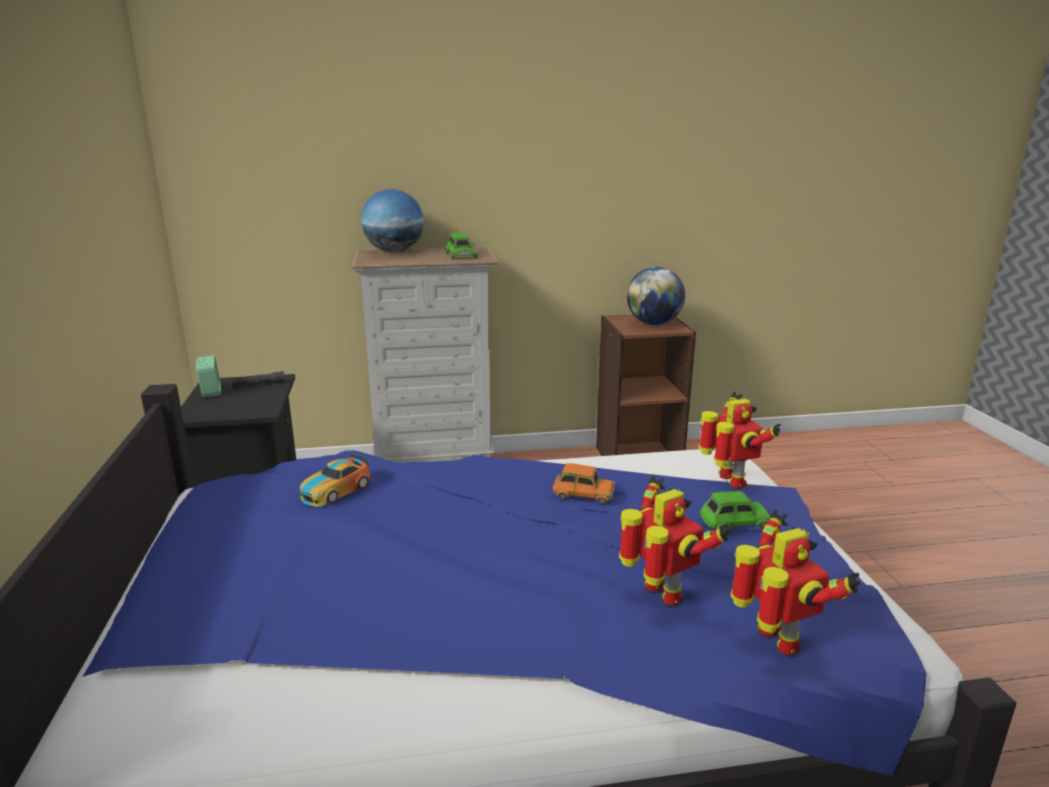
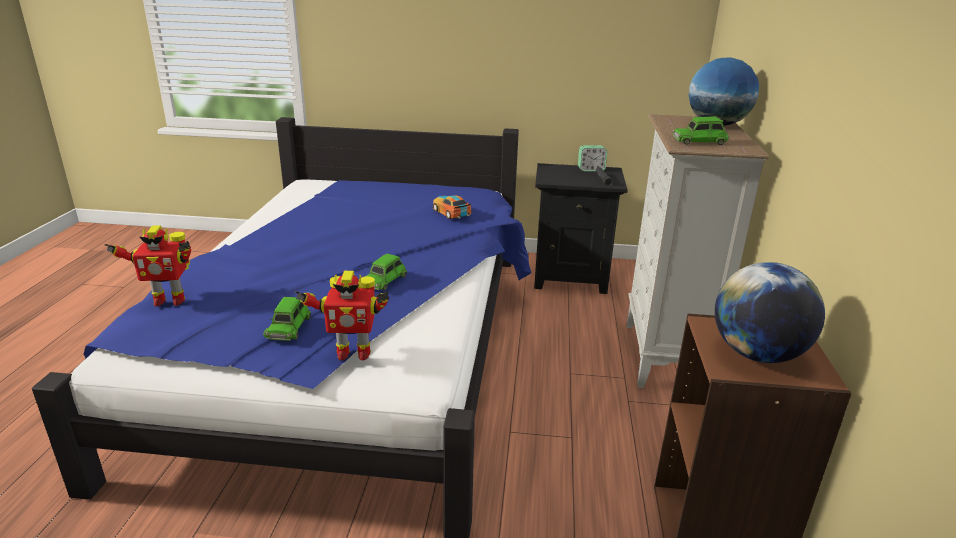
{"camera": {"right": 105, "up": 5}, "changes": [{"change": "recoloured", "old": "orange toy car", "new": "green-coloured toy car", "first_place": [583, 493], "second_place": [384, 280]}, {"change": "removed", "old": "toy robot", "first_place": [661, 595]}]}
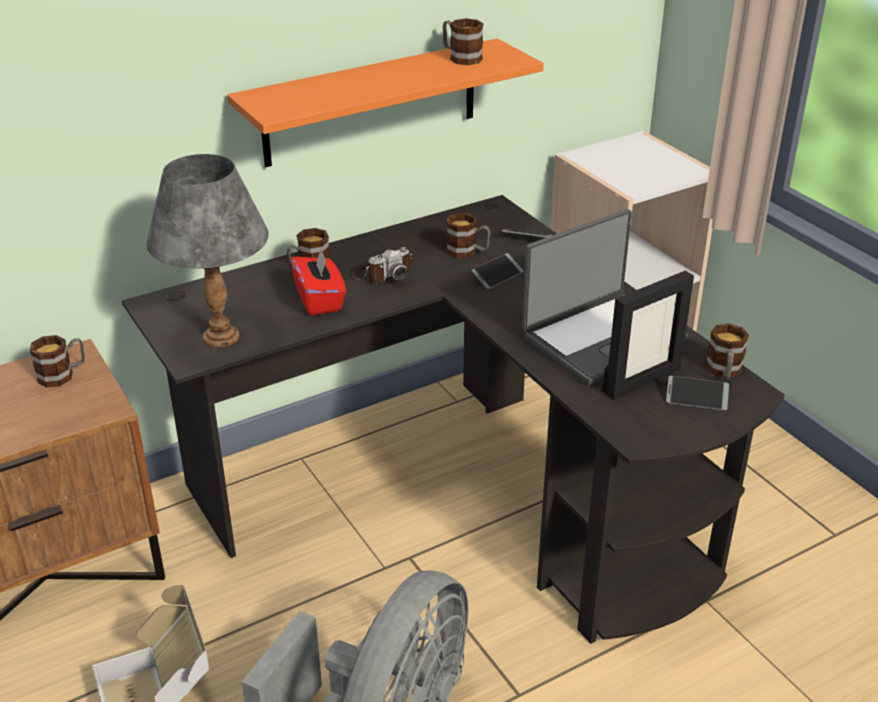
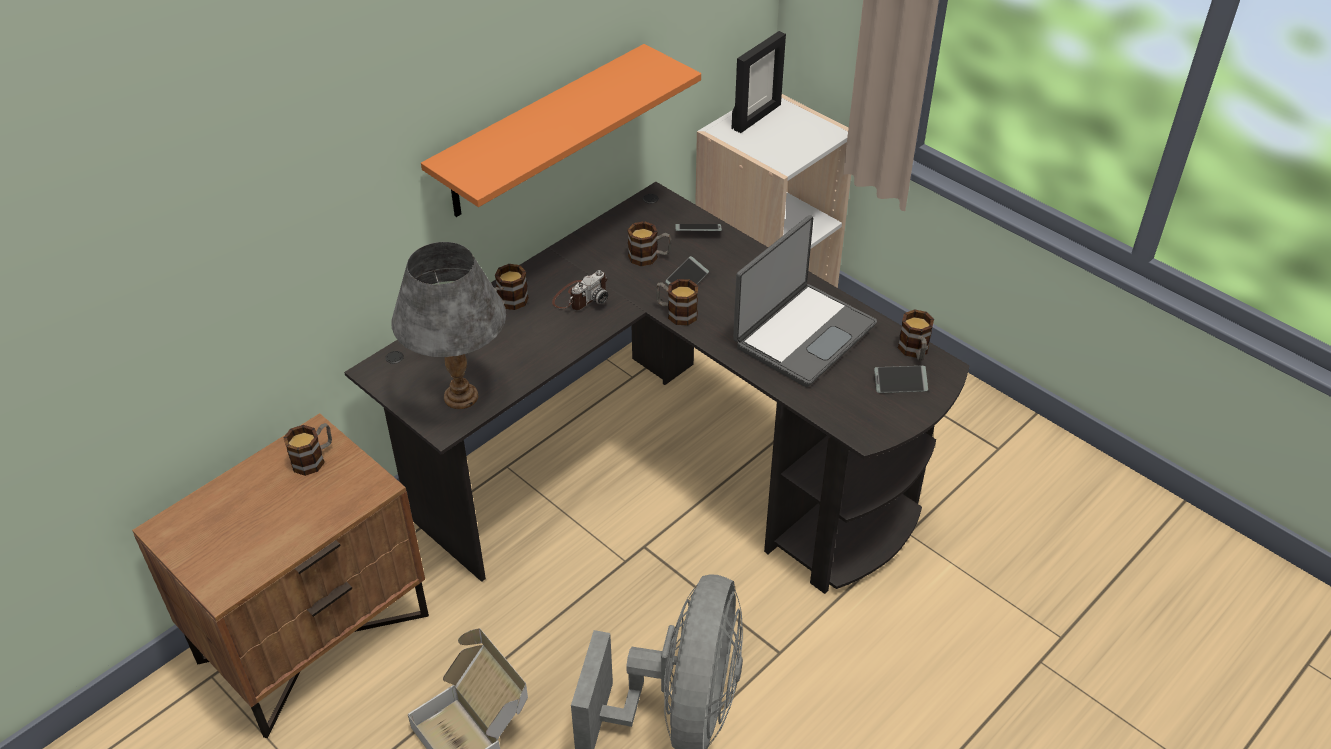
{"camera": {"right": -15, "up": 10}, "changes": [{"change": "removed", "old": "red tissue box", "first_place": [320, 300]}, {"change": "moved", "old": "coffee mug", "first_place": [460, 57], "second_place": [676, 313]}, {"change": "moved", "old": "photo frame", "first_place": [641, 380], "second_place": [756, 116]}]}
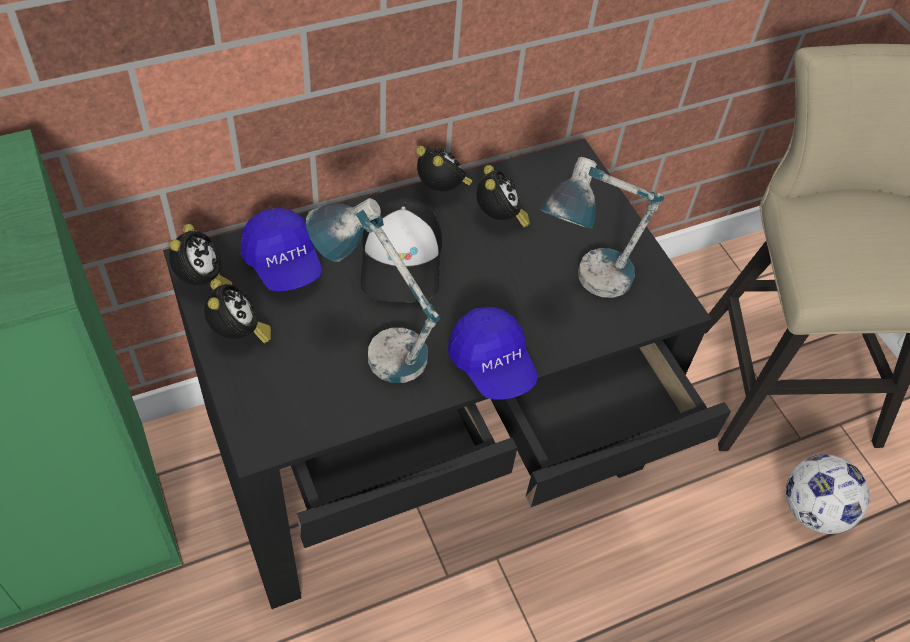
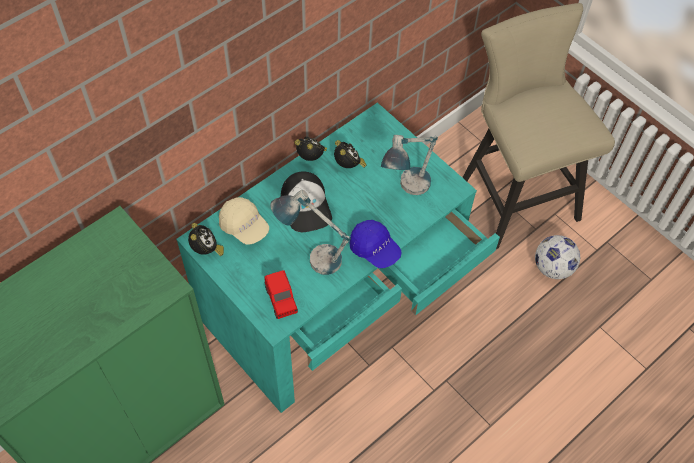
{"camera": {"right": -15, "up": 5}, "changes": [{"change": "recoloured", "old": "black desk", "new": "turquoise-coloured desk", "first_place": [437, 460], "second_place": [340, 303]}, {"change": "removed", "old": "bedside clock", "first_place": [238, 334]}, {"change": "recoloured", "old": "blue-coloured peaked cap", "new": "beige-coloured peaked cap", "first_place": [283, 263], "second_place": [244, 226]}, {"change": "added", "new": "red toy car", "second_place": [281, 300]}]}
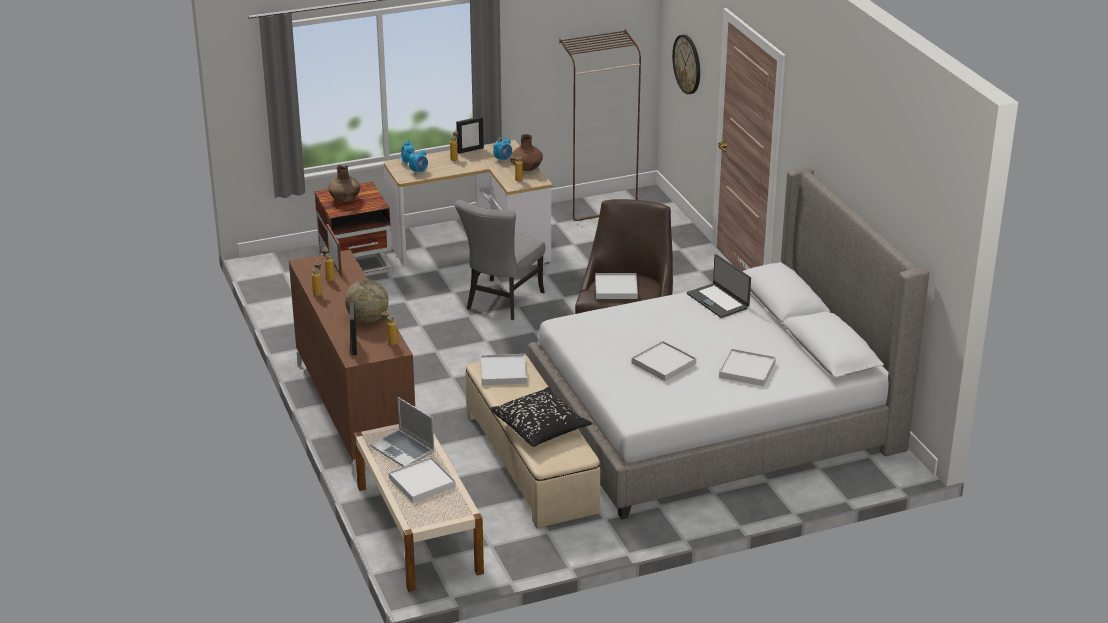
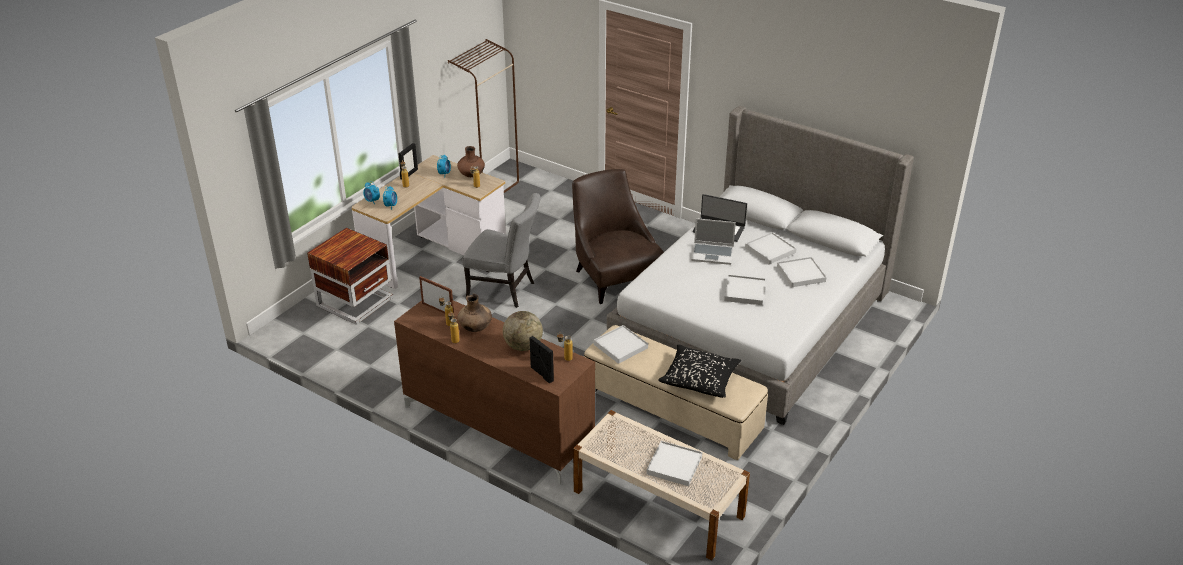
{"camera": {"right": -35, "up": 5}, "changes": [{"change": "moved", "old": "brown vase", "first_place": [345, 199], "second_place": [475, 328]}, {"change": "moved", "old": "portable computer", "first_place": [404, 450], "second_place": [713, 254]}, {"change": "turned", "old": "grey upright chair", "first_place": [501, 302], "second_place": [505, 290], "degrees": -60}, {"change": "moved", "old": "white carrying tray", "first_place": [616, 288], "second_place": [770, 250]}, {"change": "removed", "old": "clock on the wall", "first_place": [687, 64]}]}
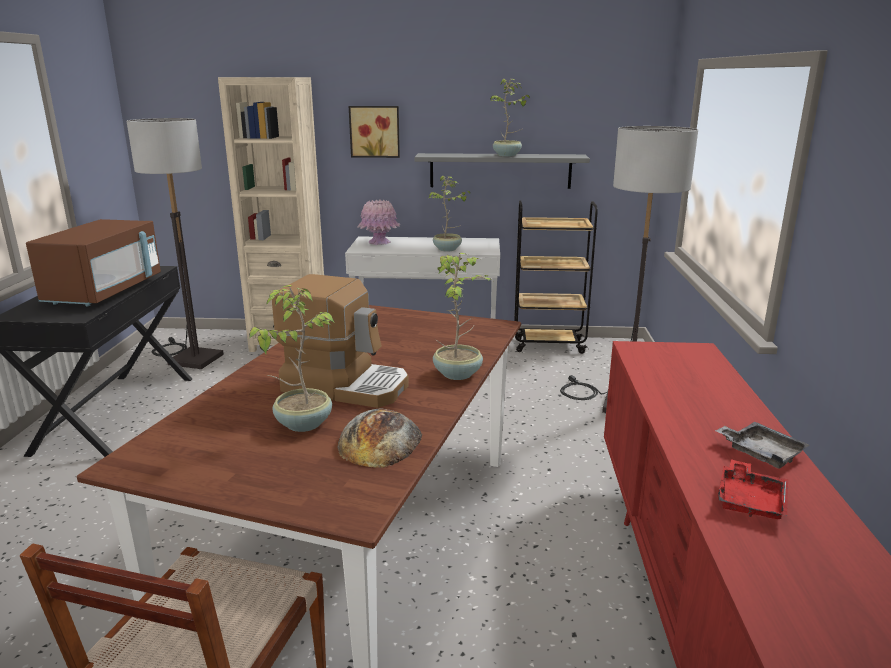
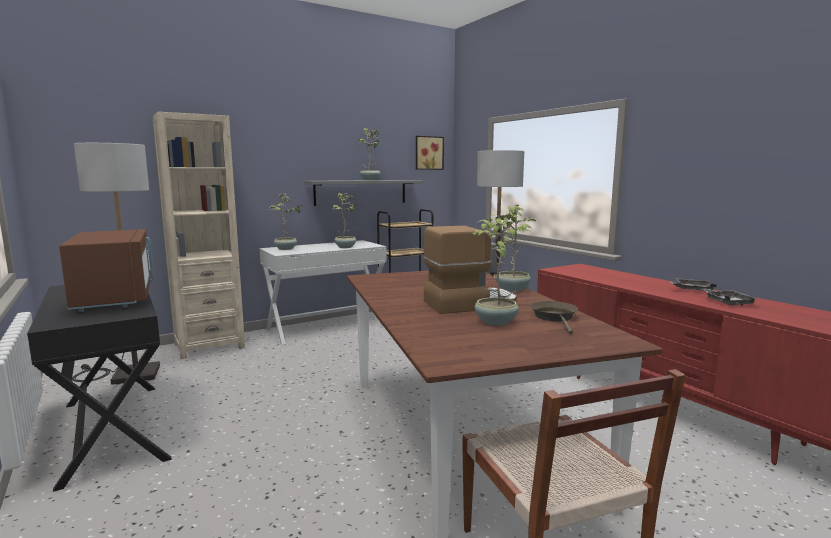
{"camera": {"right": -35, "up": -10}, "changes": [{"change": "replaced", "old": "bakery bread", "new": "brown skillet", "first_place": [380, 441], "second_place": [555, 318]}, {"change": "moved", "old": "picture", "first_place": [375, 131], "second_place": [428, 153]}, {"change": "replaced", "old": "pink vase", "new": "houseplant", "first_place": [379, 242], "second_place": [286, 249]}, {"change": "recoloured", "old": "red carrying tray", "new": "grey carrying tray", "first_place": [750, 500], "second_place": [727, 302]}]}
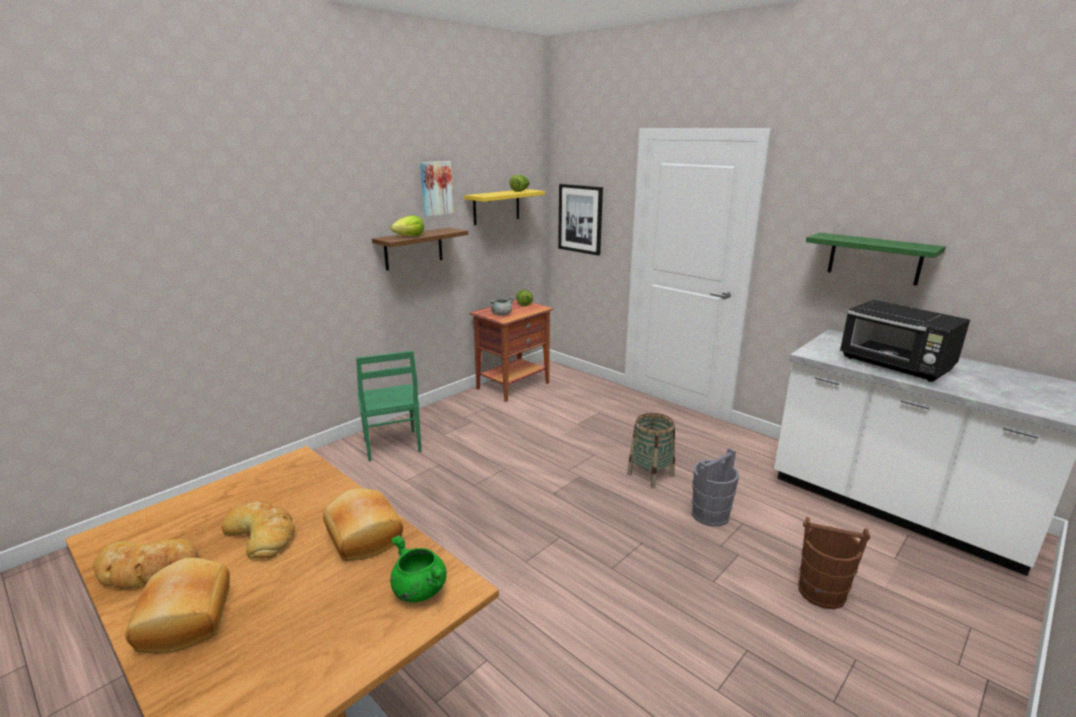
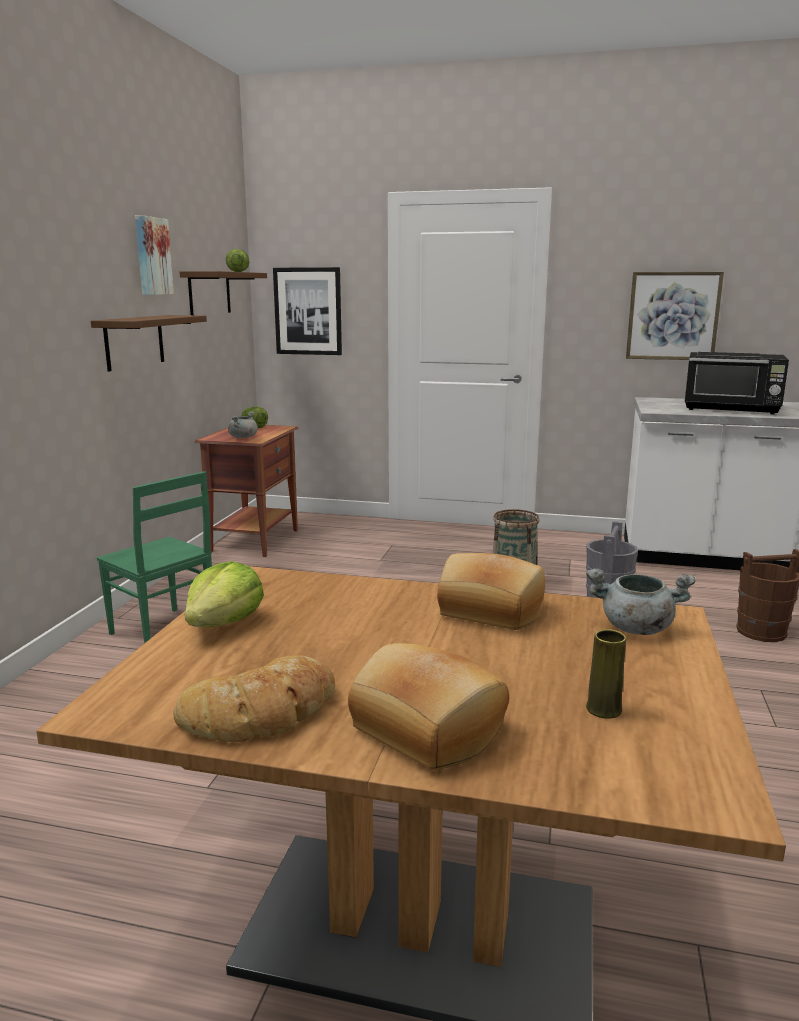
{"camera": {"right": -30, "up": -5}, "changes": [{"change": "removed", "old": "bakery bread", "first_place": [262, 533]}, {"change": "moved", "old": "lettuce", "first_place": [409, 236], "second_place": [224, 623]}, {"change": "recoloured", "old": "green-coloured saucepot", "new": "grey saucepot", "first_place": [418, 590], "second_place": [635, 628]}, {"change": "recoloured", "old": "yellow-coloured shelf", "new": "brown shelf", "first_place": [496, 207], "second_place": [209, 293]}, {"change": "replaced", "old": "green-coloured shelf", "new": "picture", "first_place": [874, 258], "second_place": [673, 316]}, {"change": "added", "new": "yellow-coloured vase", "second_place": [603, 709]}]}
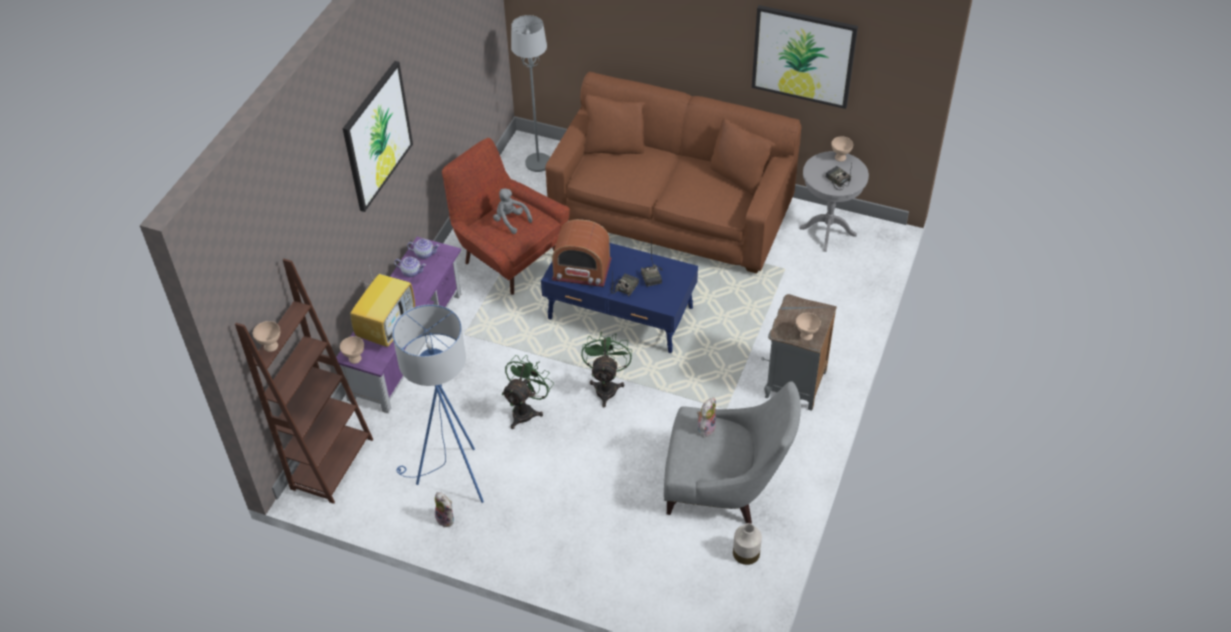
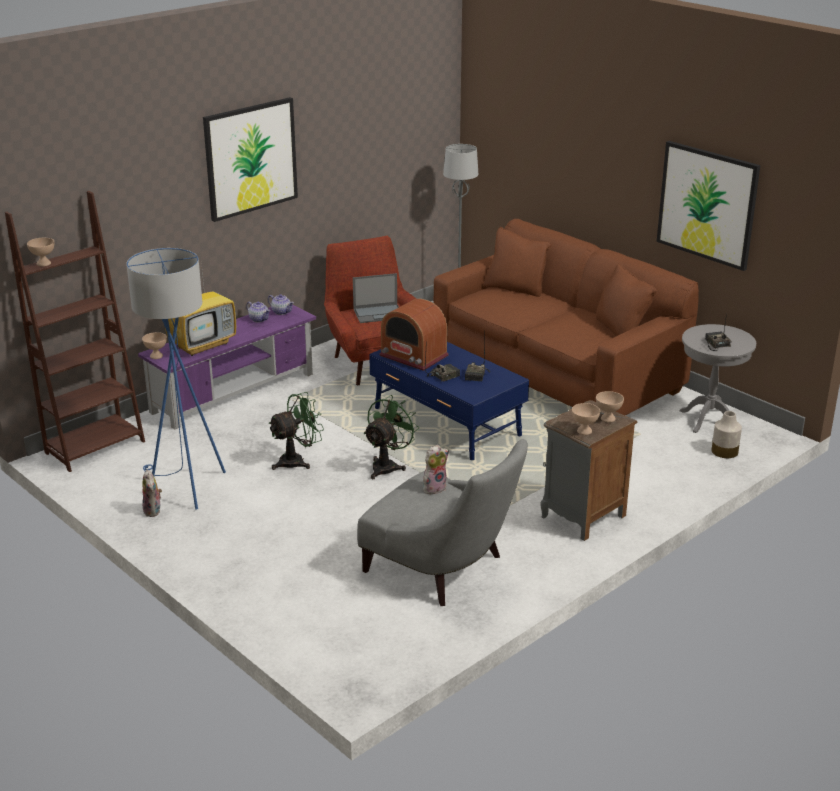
{"camera": {"right": 25, "up": -20}, "changes": [{"change": "replaced", "old": "grey soft toy", "new": "portable computer", "first_place": [510, 221], "second_place": [379, 313]}, {"change": "moved", "old": "beige-coloured vase", "first_place": [746, 552], "second_place": [725, 451]}, {"change": "moved", "old": "beige-coloured deep dish", "first_place": [840, 158], "second_place": [607, 419]}]}
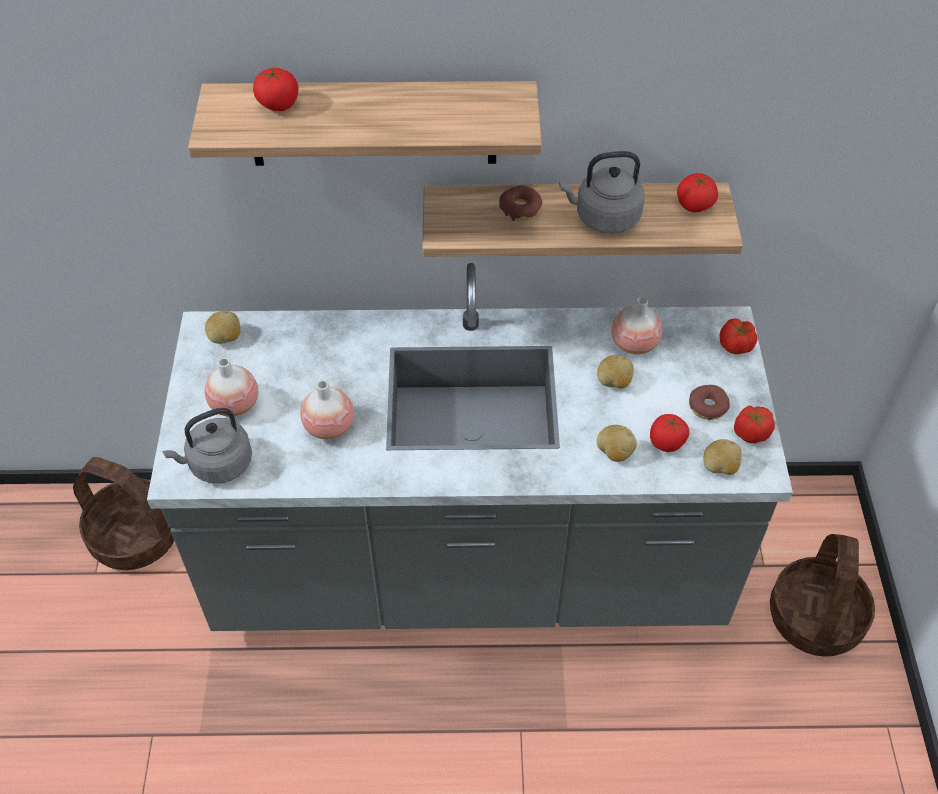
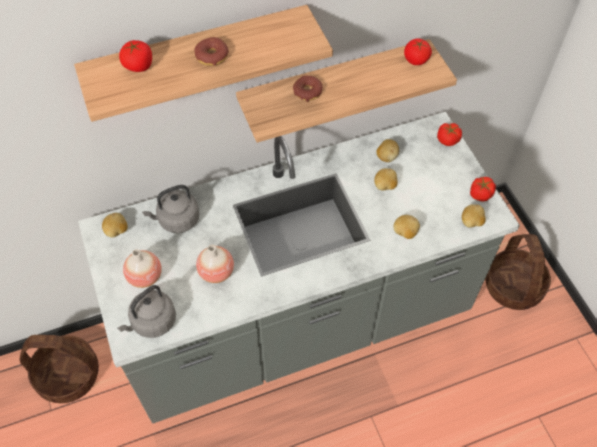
{"camera": {"right": -20, "up": 5}, "changes": [{"change": "moved", "old": "grey tea kettle", "first_place": [603, 218], "second_place": [177, 220]}, {"change": "replaced", "old": "vase", "new": "whole potato", "first_place": [634, 344], "second_place": [386, 157]}, {"change": "removed", "old": "fresh tomato", "first_place": [666, 442]}, {"change": "moved", "old": "donut", "first_place": [708, 406], "second_place": [212, 56]}]}
